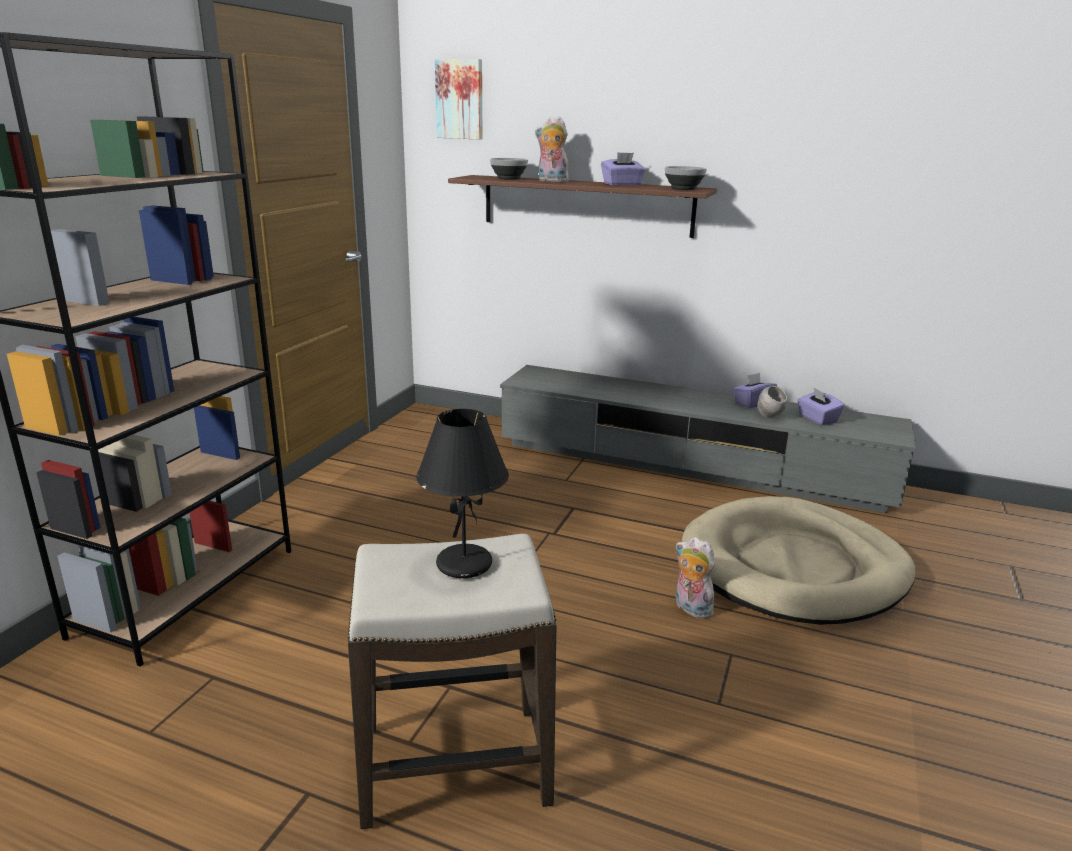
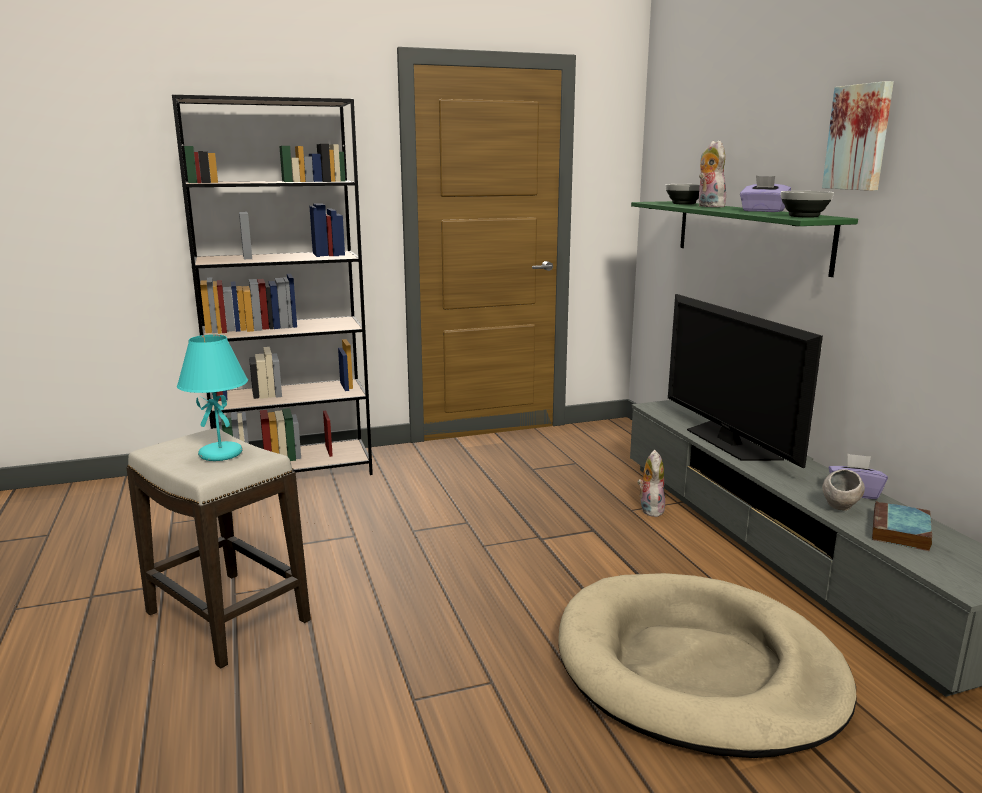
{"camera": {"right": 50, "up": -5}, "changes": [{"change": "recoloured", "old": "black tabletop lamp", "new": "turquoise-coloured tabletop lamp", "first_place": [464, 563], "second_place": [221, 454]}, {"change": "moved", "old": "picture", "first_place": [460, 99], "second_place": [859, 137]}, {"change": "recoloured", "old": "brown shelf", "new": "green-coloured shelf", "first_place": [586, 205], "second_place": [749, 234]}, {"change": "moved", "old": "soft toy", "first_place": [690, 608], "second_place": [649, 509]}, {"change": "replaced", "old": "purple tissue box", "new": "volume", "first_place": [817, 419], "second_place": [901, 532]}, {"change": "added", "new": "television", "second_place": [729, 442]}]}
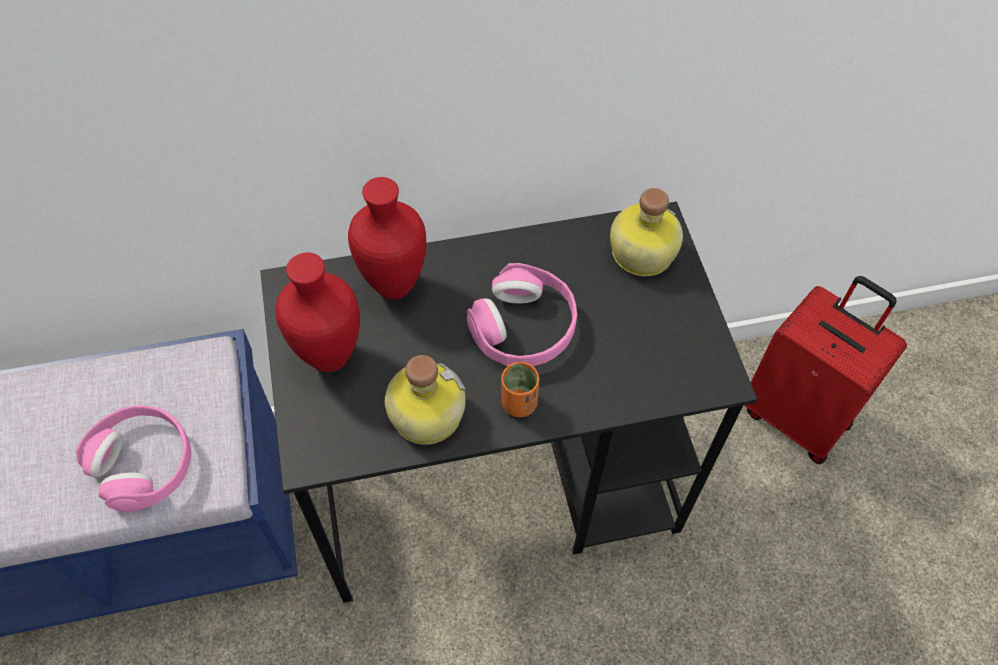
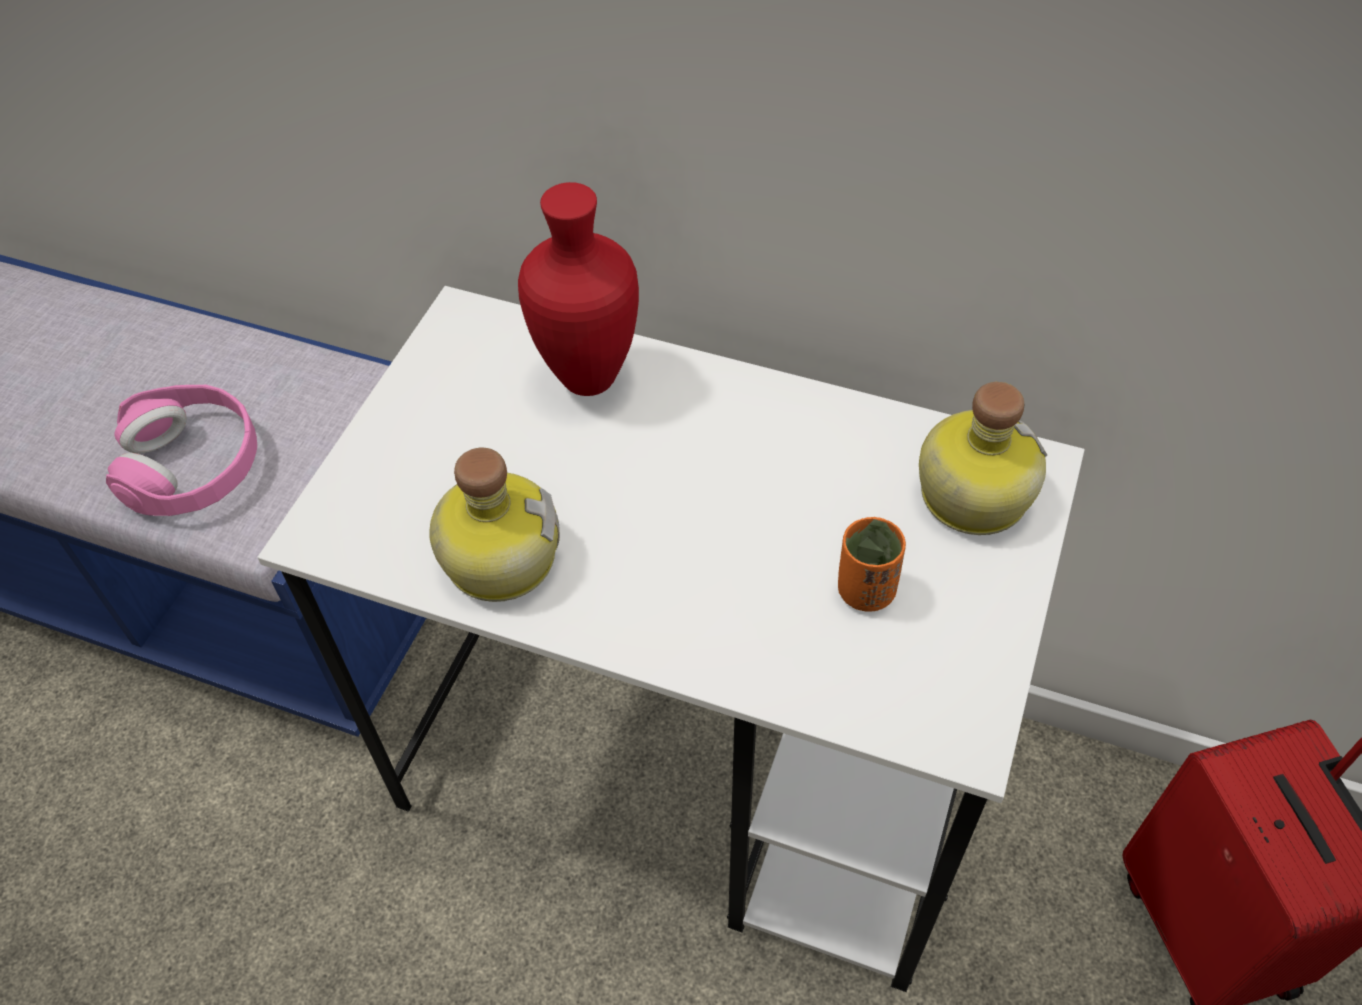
{"camera": {"right": 35, "up": -5}, "changes": [{"change": "recoloured", "old": "black desk", "new": "white desk", "first_place": [499, 480], "second_place": [694, 767]}, {"change": "removed", "old": "red vase", "first_place": [331, 360]}, {"change": "removed", "old": "pink pair of headphones", "first_place": [523, 327]}, {"change": "moved", "old": "orange small cup", "first_place": [519, 403], "second_place": [865, 590]}]}
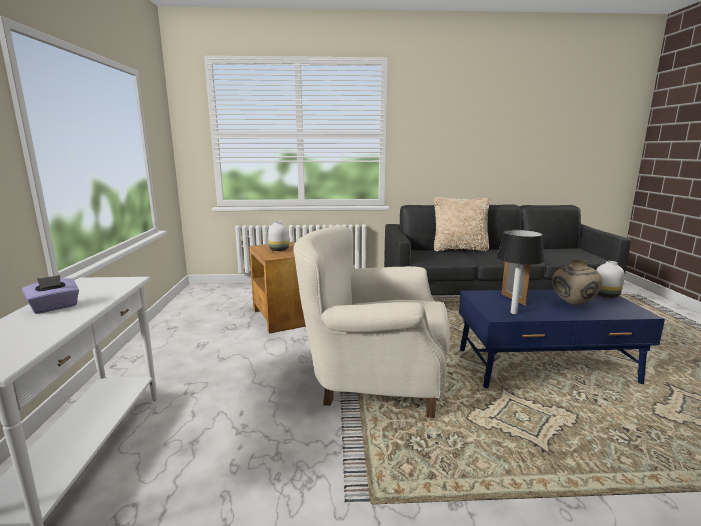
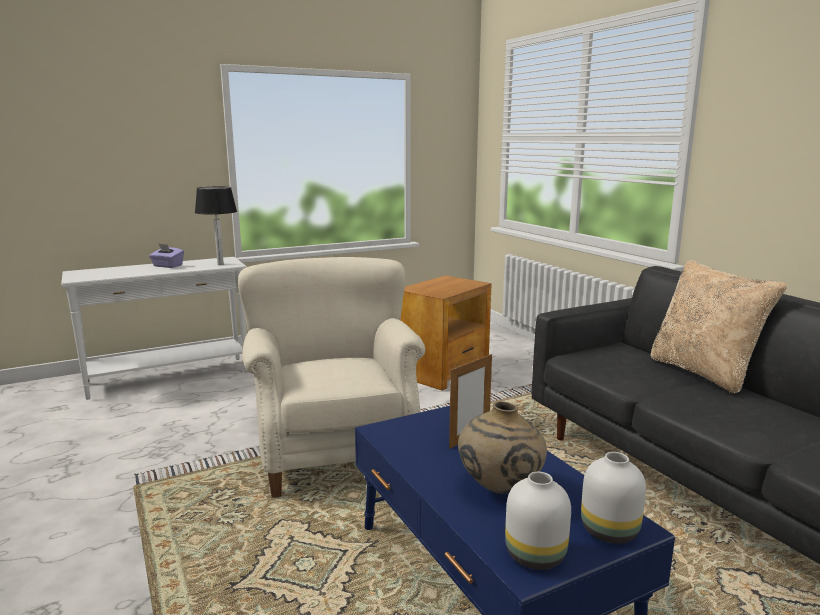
{"camera": {"right": 65, "up": 0}, "changes": [{"change": "moved", "old": "white vase", "first_place": [278, 250], "second_place": [533, 555]}, {"change": "moved", "old": "tabletop lamp", "first_place": [513, 312], "second_place": [221, 264]}]}
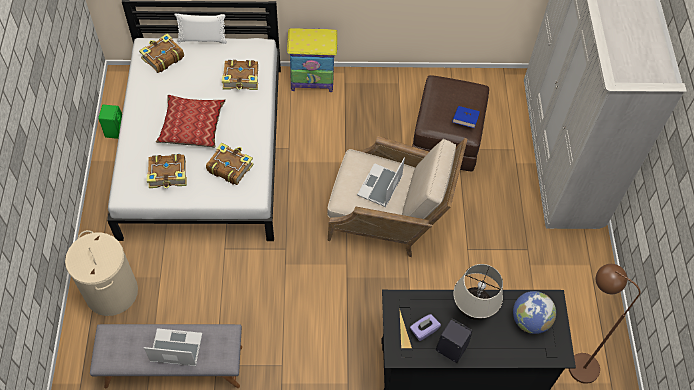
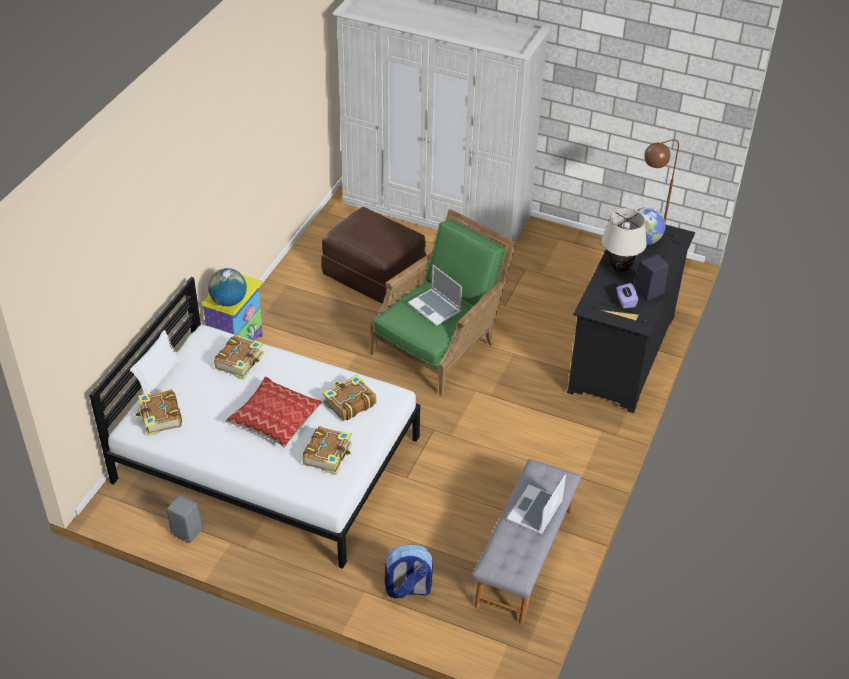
{"camera": {"right": -65, "up": -15}, "changes": [{"change": "replaced", "old": "beige-coloured hamper", "new": "rucksack", "first_place": [111, 292], "second_place": [408, 589]}, {"change": "recoloured", "old": "green-coloured loudspeaker", "new": "grey loudspeaker", "first_place": [115, 130], "second_place": [186, 531]}, {"change": "recoloured", "old": "beige-coloured lounge chair", "new": "green-coloured lounge chair", "first_place": [389, 217], "second_place": [440, 344]}, {"change": "removed", "old": "blue-coloured volume", "first_place": [465, 121]}, {"change": "added", "new": "world globe", "second_place": [229, 301]}]}
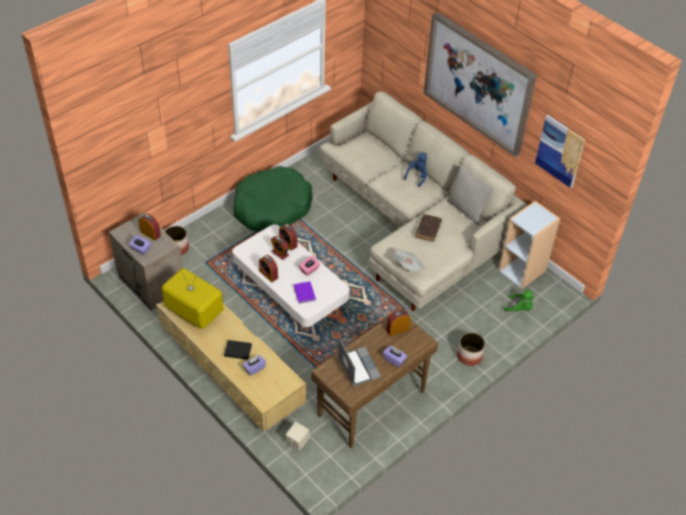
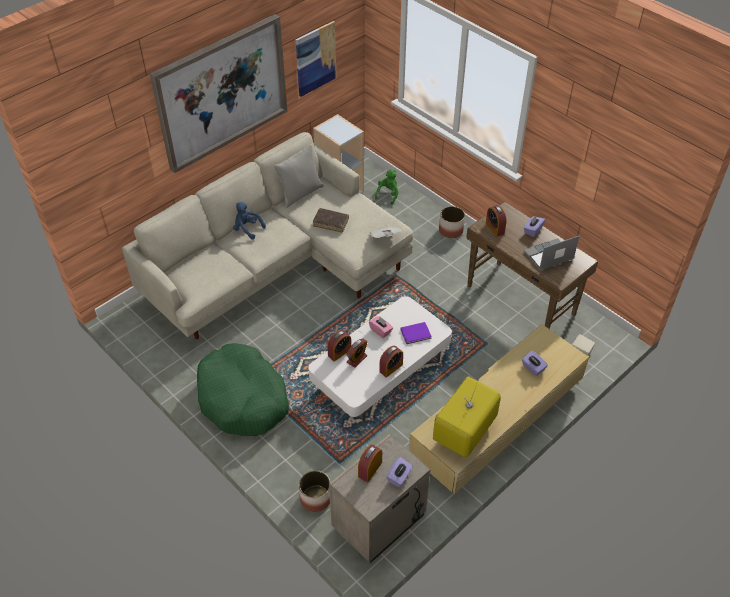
{"camera": {"right": -90, "up": 0}, "changes": [{"change": "removed", "old": "black volume", "first_place": [237, 350]}]}
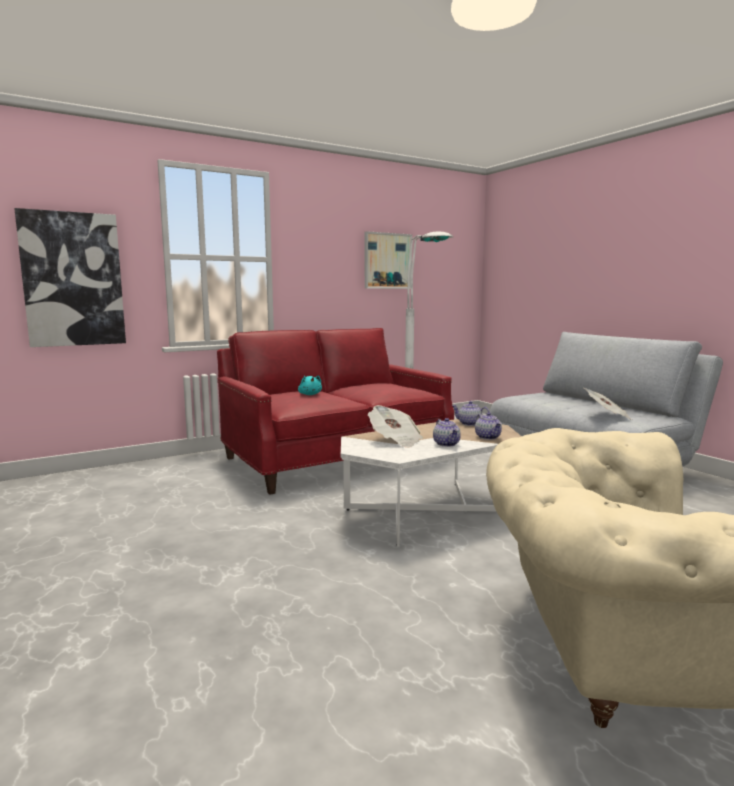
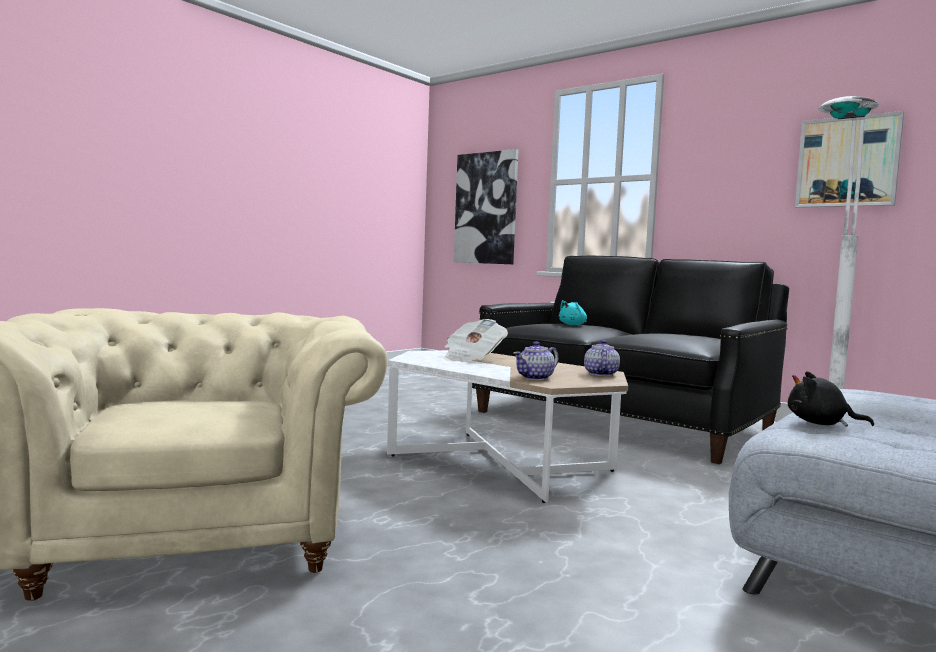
{"camera": {"right": 70, "up": -5}, "changes": [{"change": "recoloured", "old": "red couch", "new": "black couch", "first_place": [334, 458], "second_place": [623, 420]}, {"change": "removed", "old": "pot for tea", "first_place": [446, 444]}, {"change": "replaced", "old": "newspaper", "new": "black soft toy", "first_place": [607, 416], "second_place": [821, 424]}]}
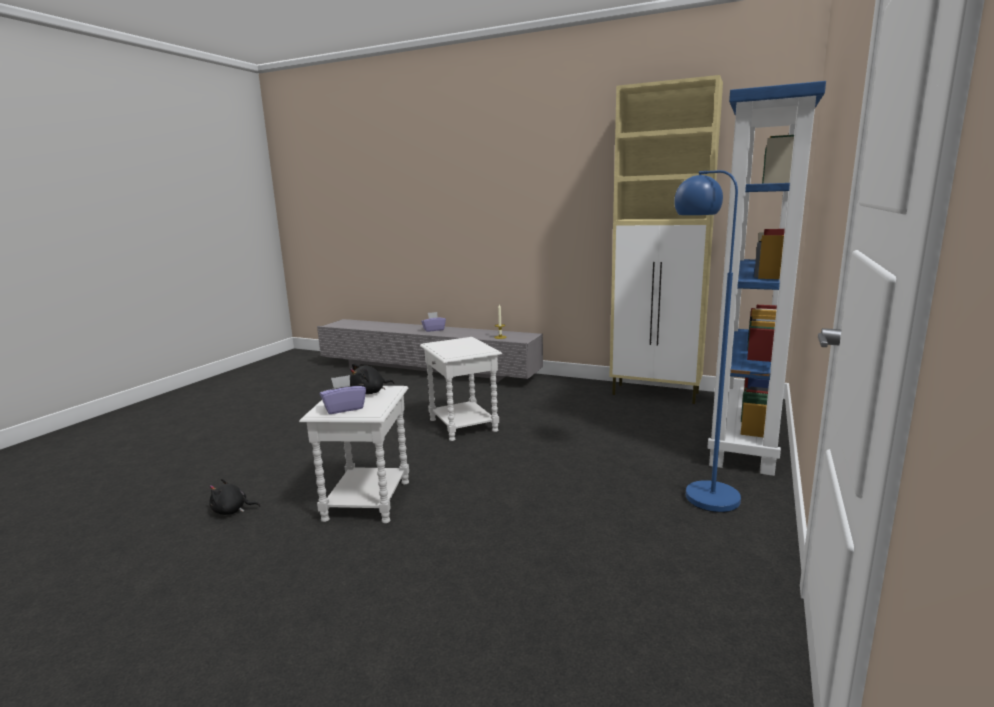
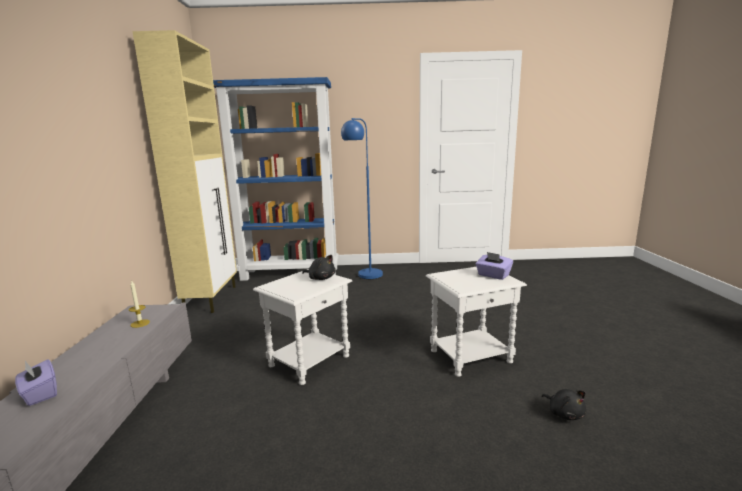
{"camera": {"right": -115, "up": 0}, "changes": [{"change": "moved", "old": "black soft toy", "first_place": [370, 392], "second_place": [321, 278]}]}
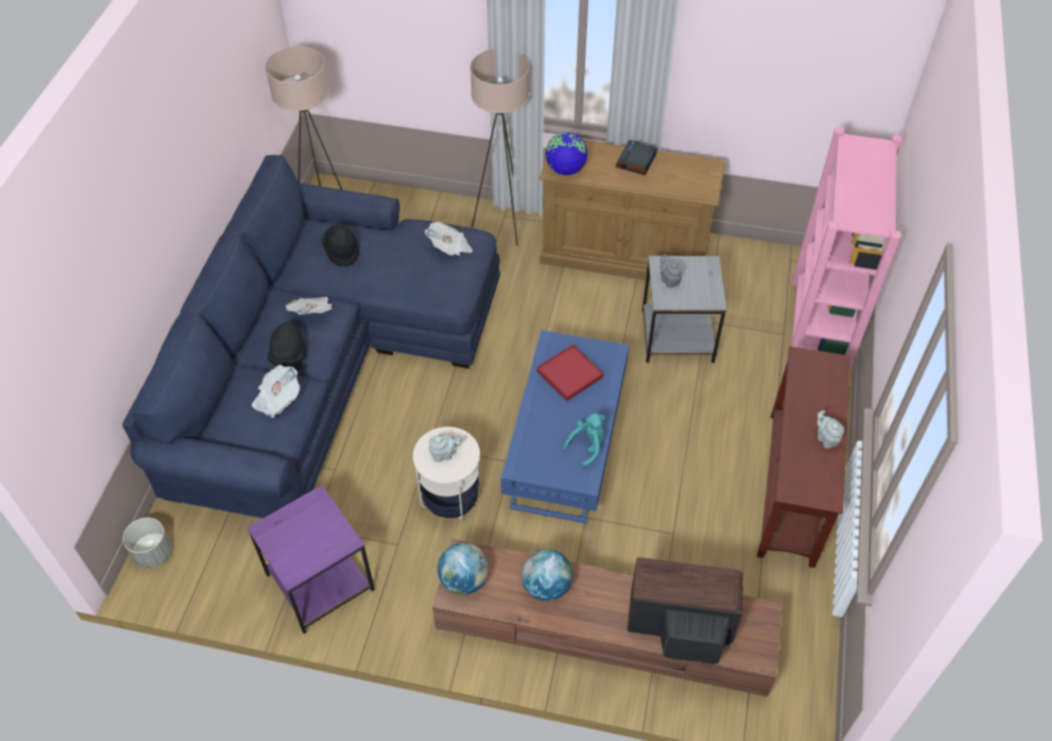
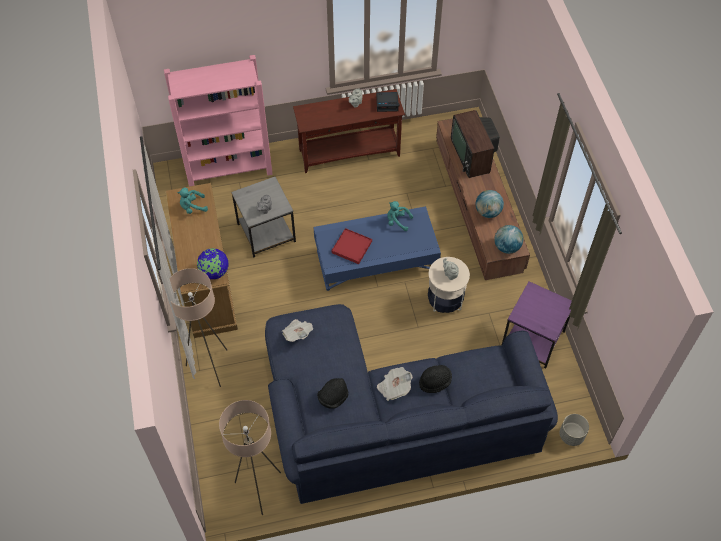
{"camera": {"right": -115, "up": 5}, "changes": [{"change": "removed", "old": "newspaper", "first_place": [277, 399]}, {"change": "moved", "old": "bedside clock", "first_place": [636, 162], "second_place": [387, 103]}, {"change": "added", "new": "turquoise-coloured soft toy", "second_place": [192, 207]}]}
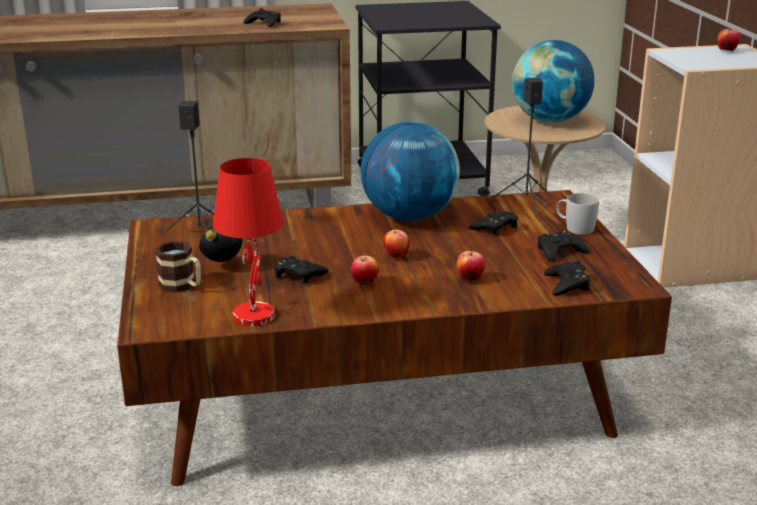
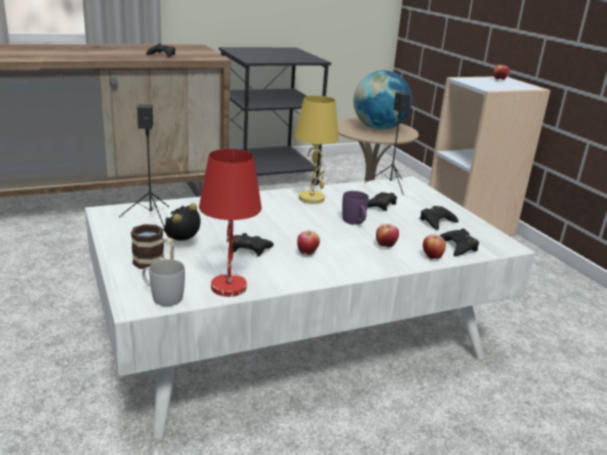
{"camera": {"right": -15, "up": 0}, "changes": [{"change": "recoloured", "old": "brown lounge table", "new": "white lounge table", "first_place": [378, 388], "second_place": [296, 333]}, {"change": "replaced", "old": "world globe", "new": "yellow-coloured tabletop lamp", "first_place": [409, 217], "second_place": [312, 199]}, {"change": "moved", "old": "apple fruit", "first_place": [396, 256], "second_place": [432, 257]}, {"change": "moved", "old": "white coffee mug", "first_place": [574, 228], "second_place": [162, 297]}, {"change": "added", "new": "purple coffee mug", "second_place": [355, 222]}]}
